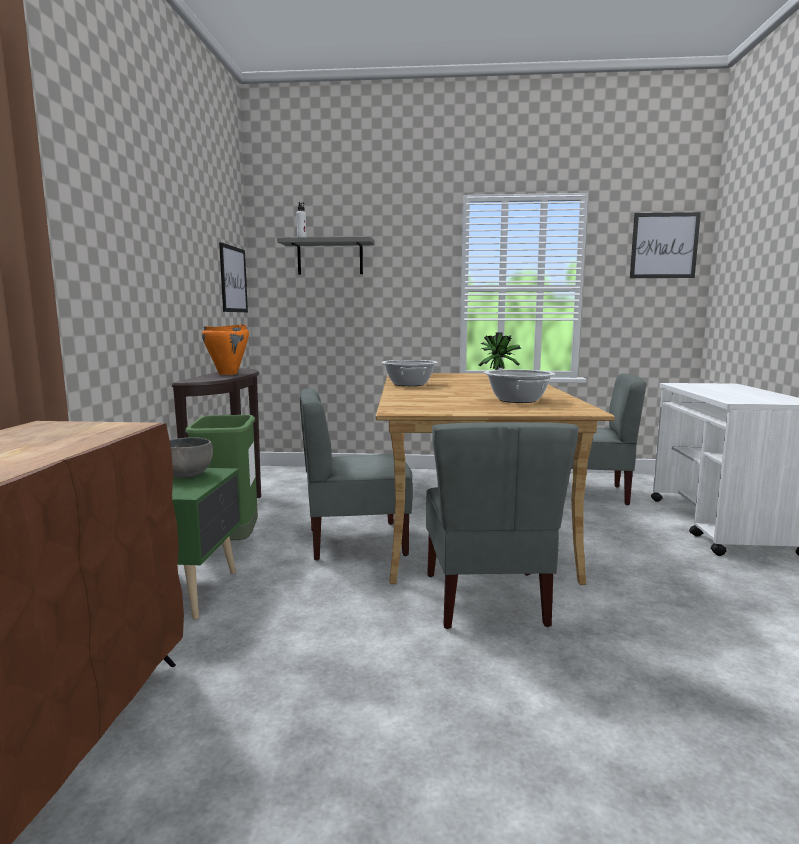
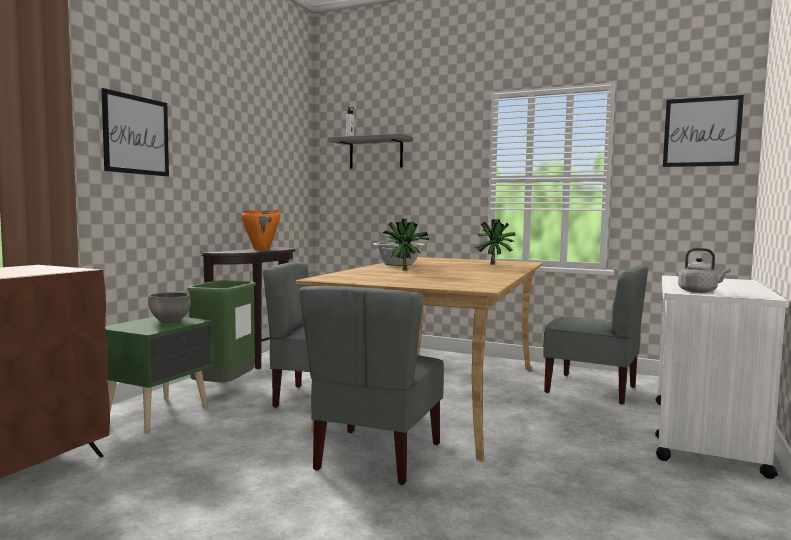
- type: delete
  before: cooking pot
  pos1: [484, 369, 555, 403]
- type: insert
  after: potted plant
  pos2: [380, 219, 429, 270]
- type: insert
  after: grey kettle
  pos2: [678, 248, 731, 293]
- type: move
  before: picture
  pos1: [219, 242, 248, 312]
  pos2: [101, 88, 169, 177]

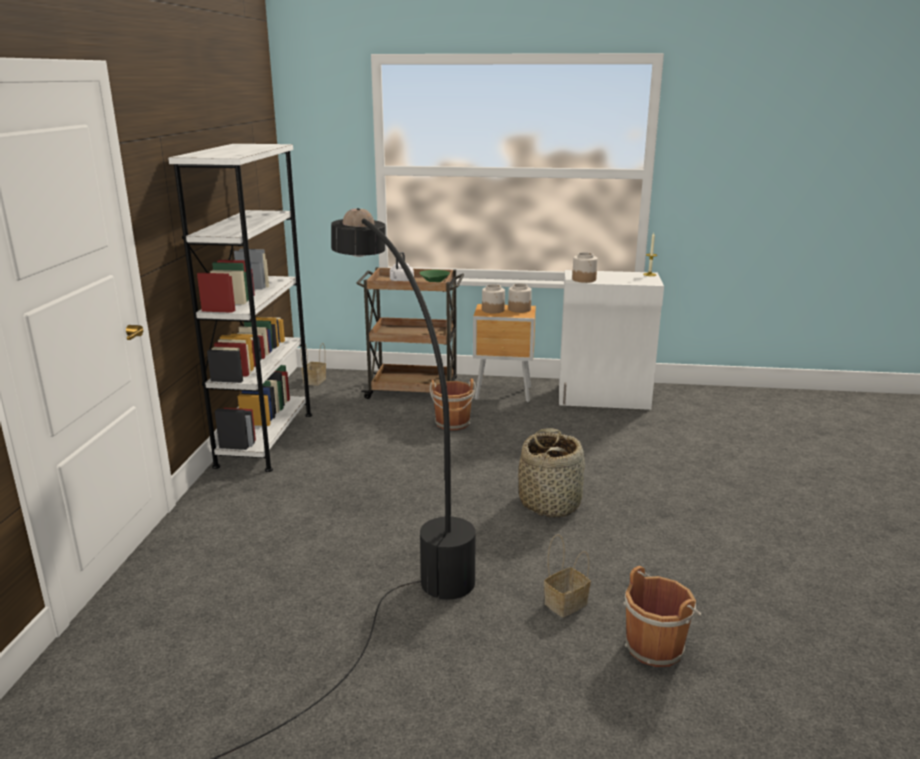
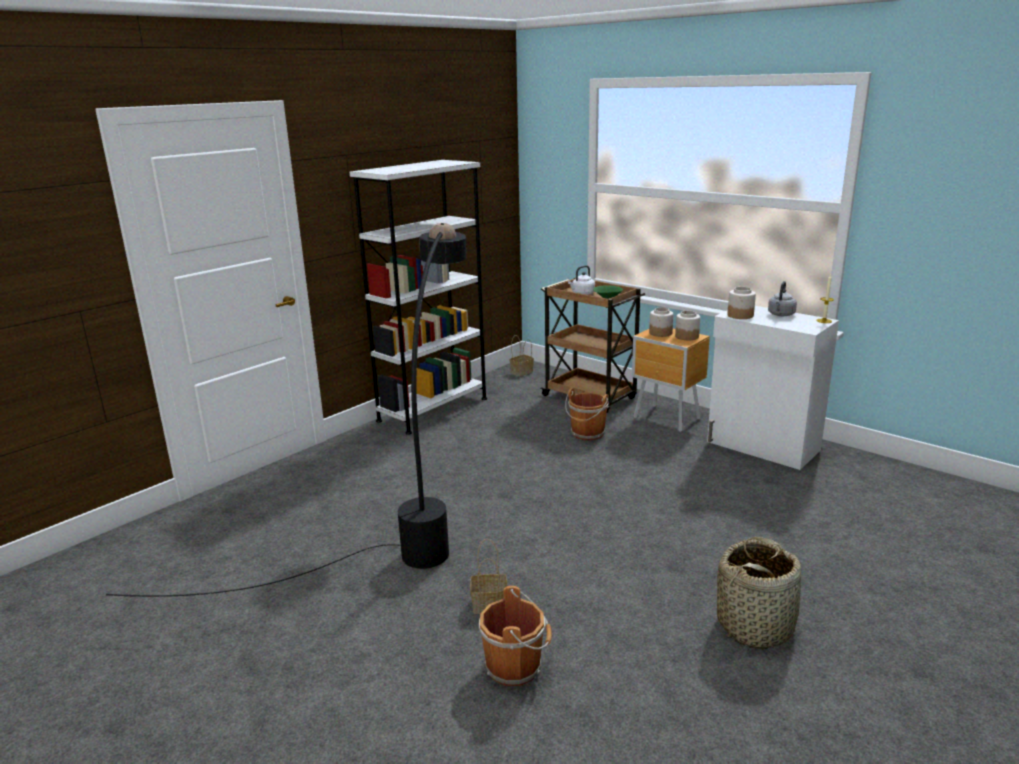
- type: insert
  after: grey kettle
  pos2: [768, 281, 797, 316]
- type: move
  before: basket
  pos1: [518, 428, 585, 518]
  pos2: [717, 537, 802, 649]

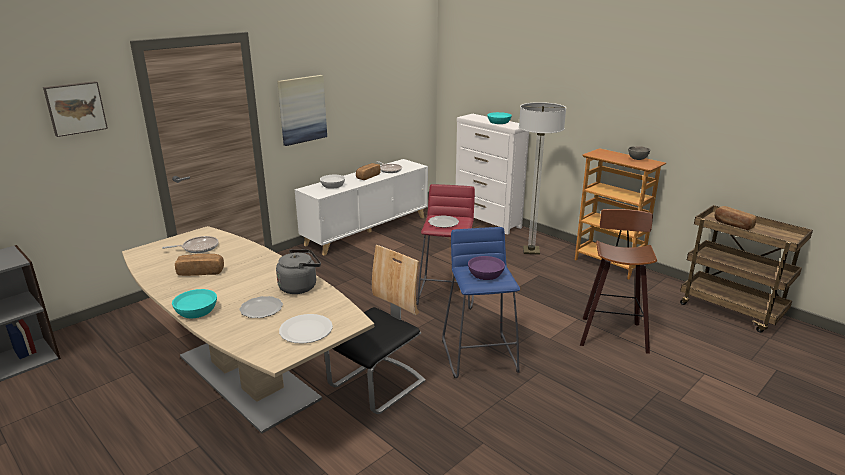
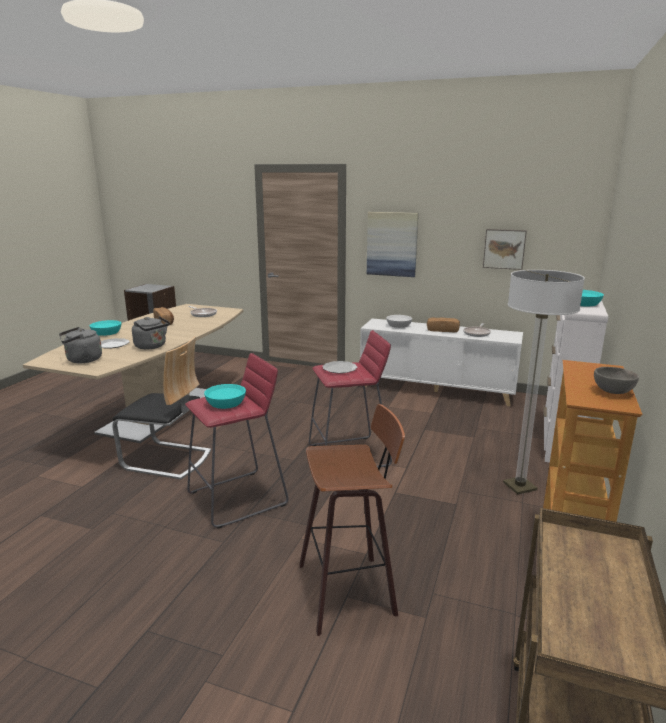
- type: delete
  before: bread
  pos1: [715, 206, 757, 230]
- type: move
  before: picture
  pos1: [43, 81, 108, 137]
  pos2: [483, 229, 527, 270]
- type: replace
  before: white plate
  after: grey kettle
  pos1: [279, 314, 333, 344]
  pos2: [59, 327, 102, 363]
- type: recolor
  before: blue stool
  after: red stool
  pos1: [442, 227, 520, 378]
  pos2: [185, 353, 289, 529]
- type: recolor
  before: purple bowl
  after: turquoise bowl
  pos1: [468, 256, 505, 280]
  pos2: [204, 384, 246, 409]

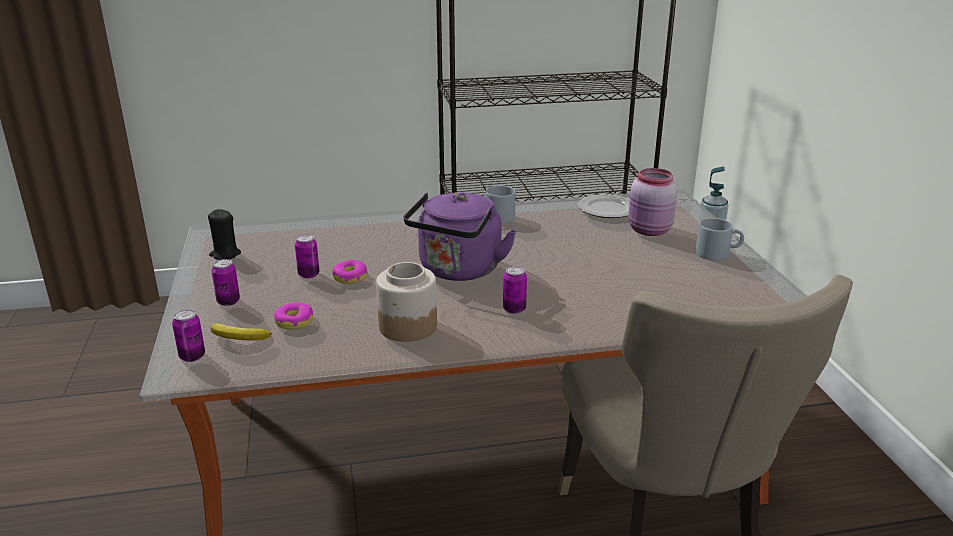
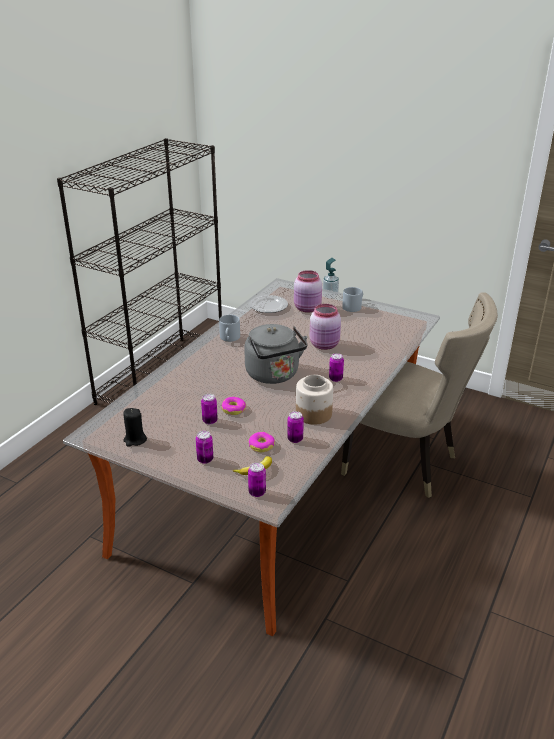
- type: insert
  after: can
  pos2: [287, 411, 304, 443]
- type: insert
  after: pink jar
  pos2: [310, 304, 341, 350]
- type: recolor
  before: purple kettle
  after: grey kettle
  pos1: [404, 192, 516, 281]
  pos2: [244, 324, 307, 384]

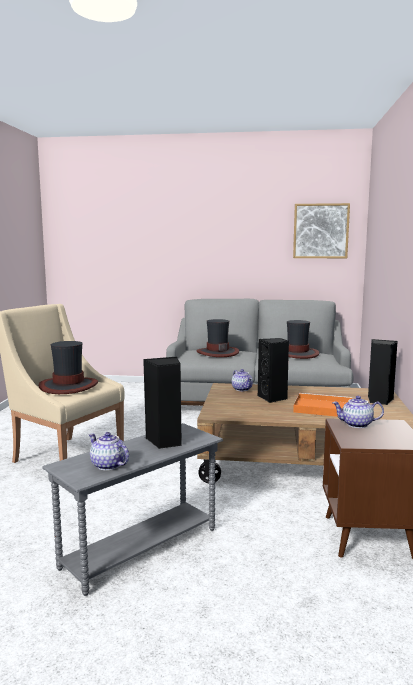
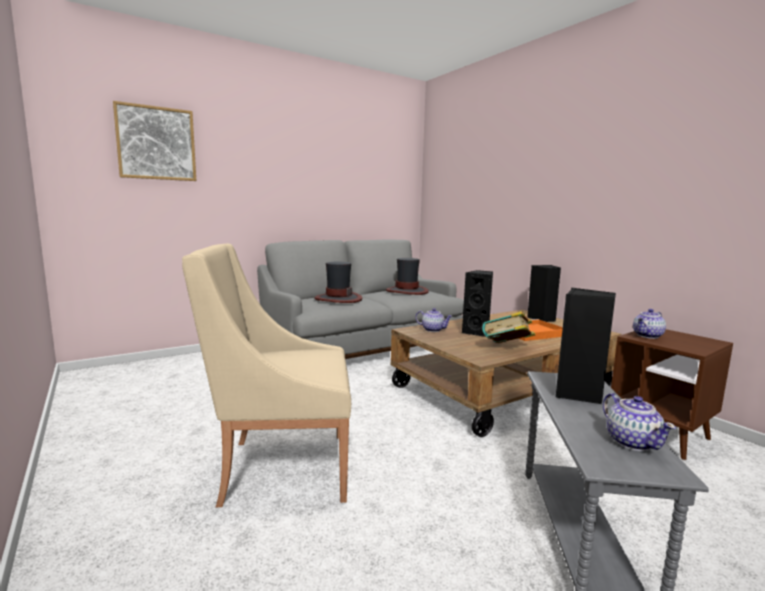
- type: delete
  before: hat
  pos1: [39, 341, 98, 394]
- type: insert
  after: book
  pos2: [482, 311, 535, 343]
- type: move
  before: picture
  pos1: [293, 203, 350, 258]
  pos2: [113, 101, 196, 181]
- type: rotate
  before: teapot
  pos1: [88, 432, 129, 470]
  pos2: [603, 393, 676, 451]
  turn: -105

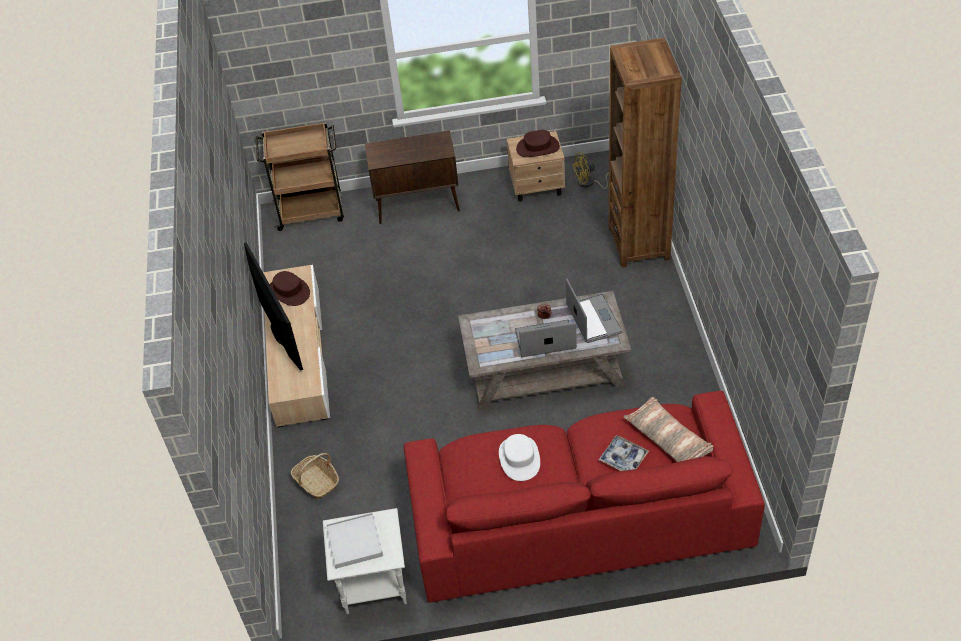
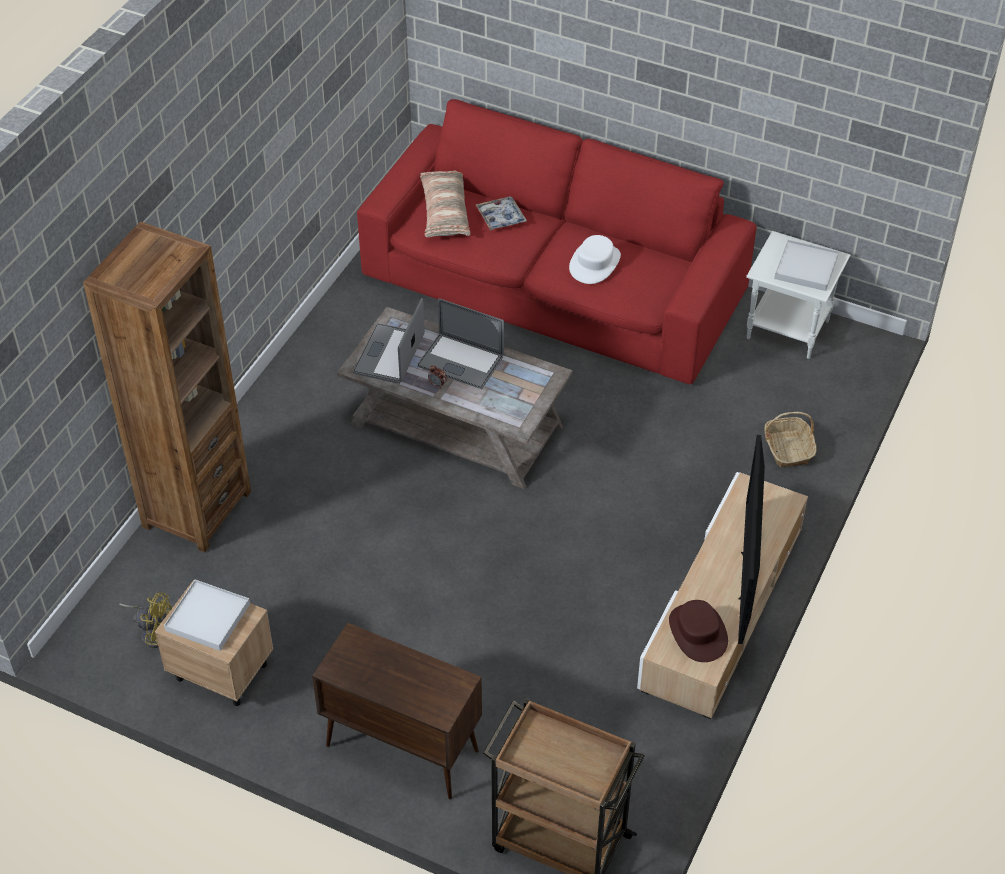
- type: replace
  before: brown hat
  after: white tray
  pos1: [516, 130, 560, 157]
  pos2: [164, 579, 250, 651]

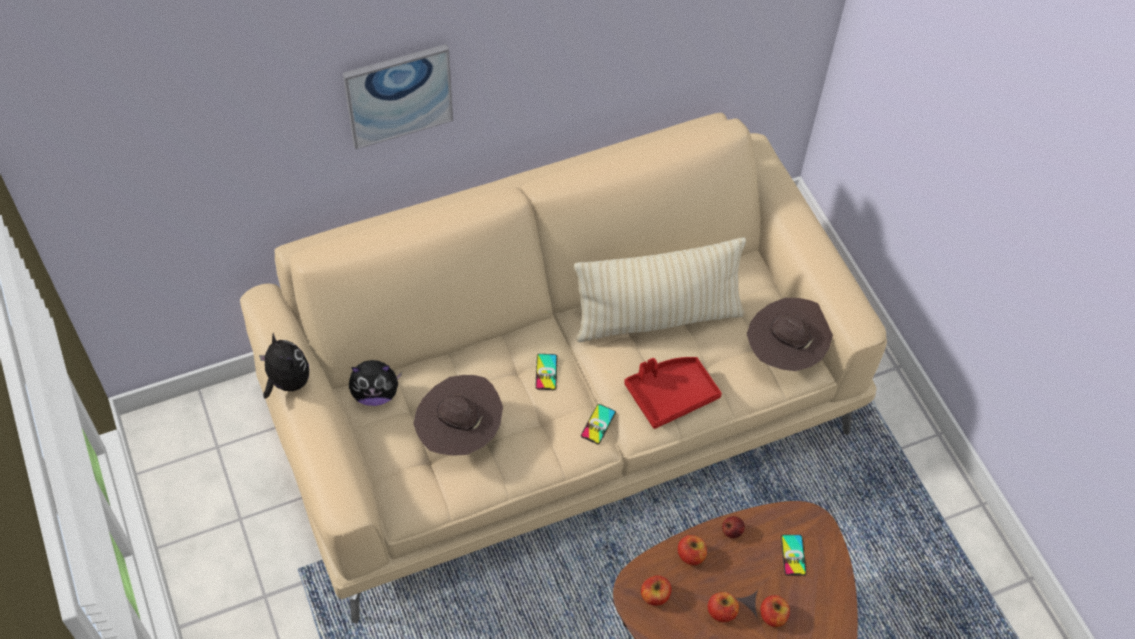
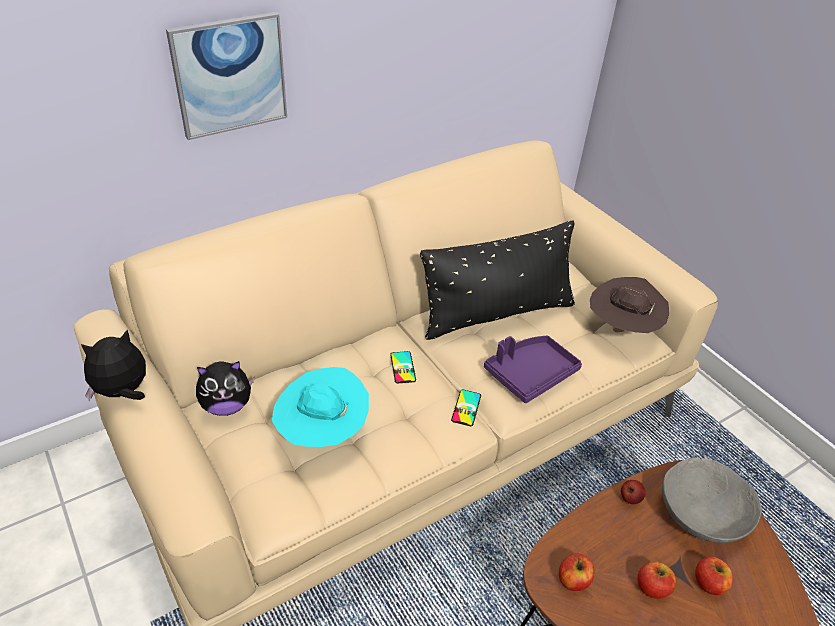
- type: delete
  before: apple
  pos1: [678, 535, 707, 565]
- type: replace
  before: phone
  after: grey bowl
  pos1: [781, 535, 807, 576]
  pos2: [662, 457, 762, 543]
- type: recolor
  before: brown hat
  after: turquoise hat
  pos1: [413, 375, 503, 456]
  pos2: [272, 367, 369, 447]
- type: recolor
  before: beige pillow
  after: black pillow
  pos1: [574, 237, 746, 342]
  pos2: [420, 220, 575, 340]
- type: recolor
  before: red tray
  after: purple tray
  pos1: [624, 357, 722, 429]
  pos2: [484, 336, 582, 403]
- type: rotate
  before: plush toy
  pos1: [259, 333, 309, 399]
  pos2: [81, 330, 146, 401]
  turn: -75

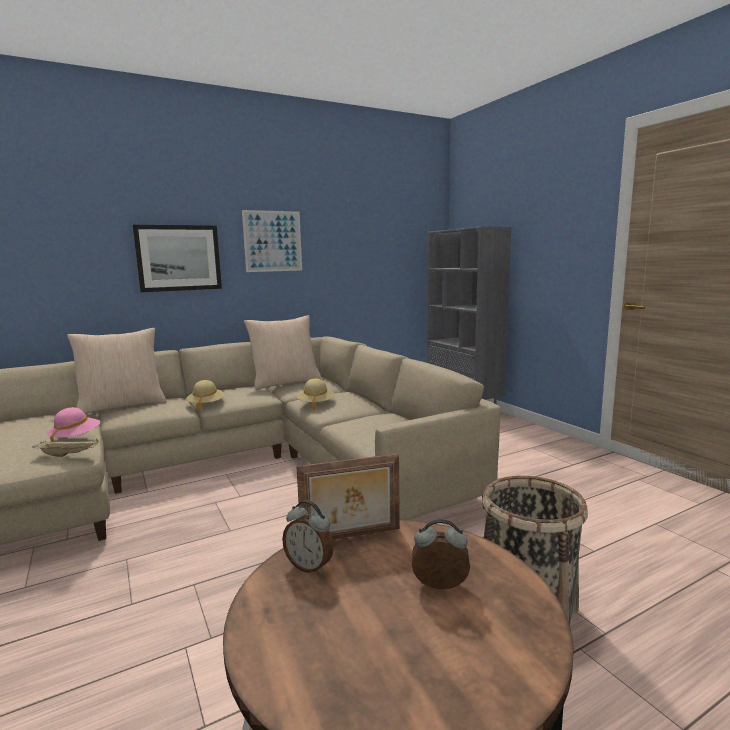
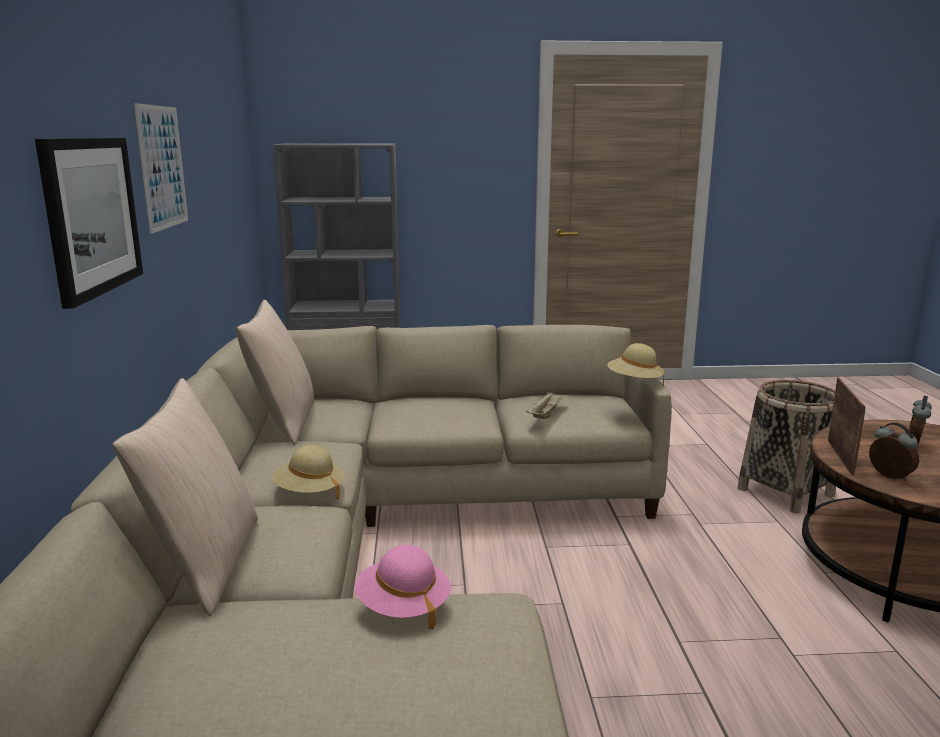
- type: move
  before: beige tray
  pos1: [33, 439, 99, 457]
  pos2: [526, 391, 568, 419]
- type: move
  before: beige hat
  pos1: [297, 379, 335, 410]
  pos2: [607, 343, 664, 386]
- type: rotate
  before: alarm clock
  pos1: [282, 500, 334, 574]
  pos2: [869, 422, 919, 481]
  turn: -90

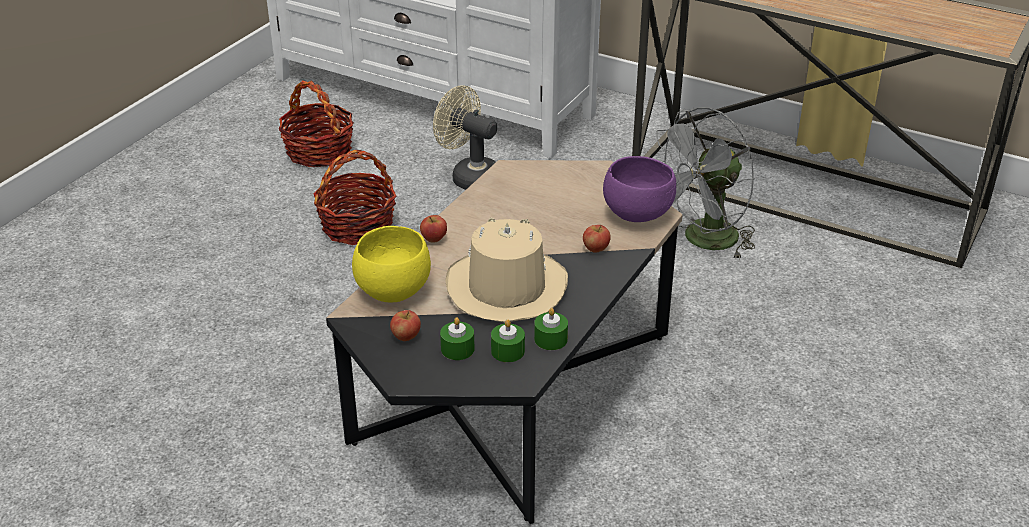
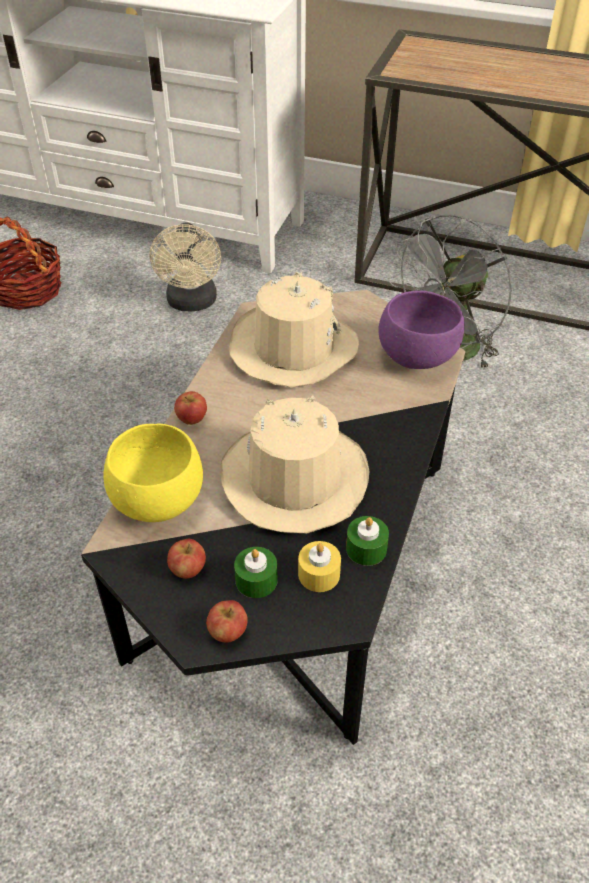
- type: delete
  before: basket
  pos1: [313, 150, 396, 245]
- type: insert
  after: beige hat
  pos2: [229, 272, 359, 388]
- type: move
  before: apple
  pos1: [583, 225, 611, 252]
  pos2: [206, 600, 248, 643]
- type: recolor
  before: green candle
  after: yellow candle
  pos1: [491, 319, 525, 362]
  pos2: [298, 541, 341, 592]
- type: rotate
  before: beige fan
  pos1: [433, 85, 497, 190]
  pos2: [150, 222, 221, 311]
  turn: -120

